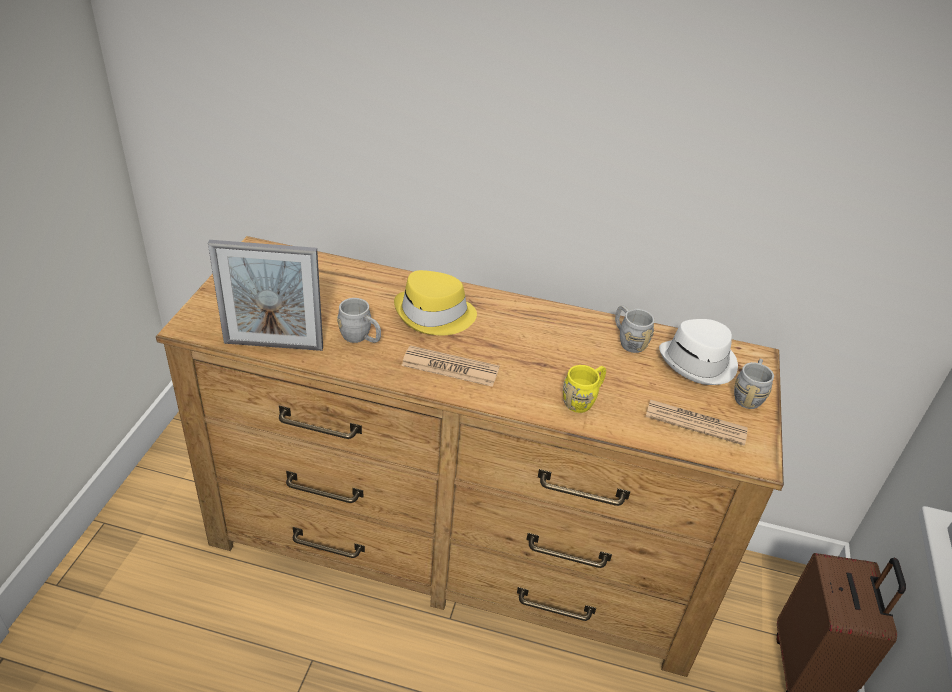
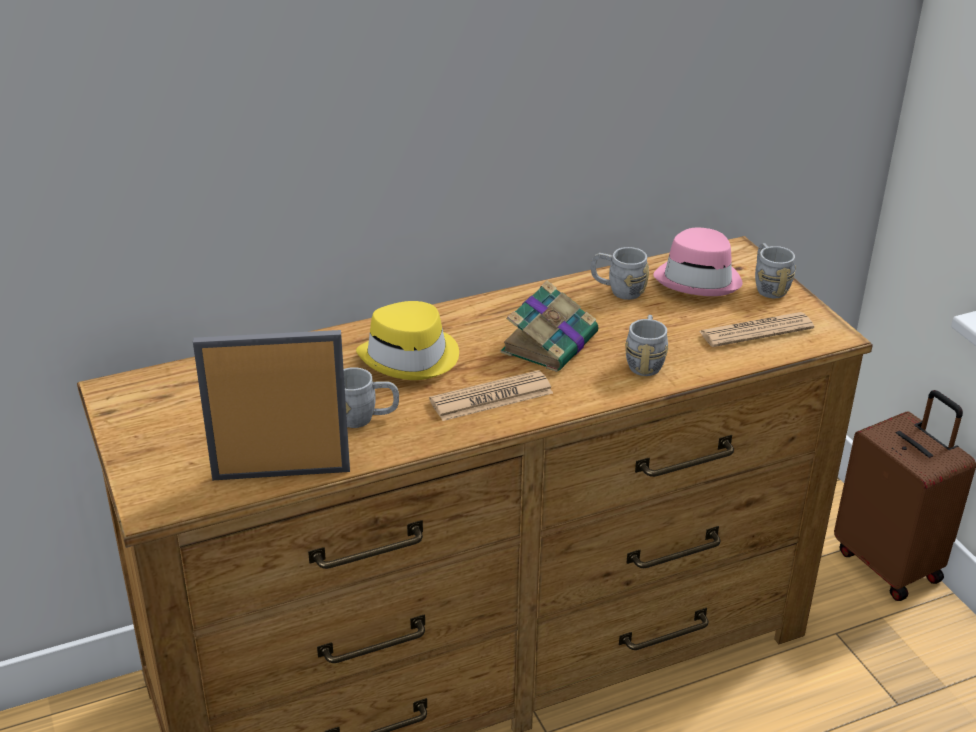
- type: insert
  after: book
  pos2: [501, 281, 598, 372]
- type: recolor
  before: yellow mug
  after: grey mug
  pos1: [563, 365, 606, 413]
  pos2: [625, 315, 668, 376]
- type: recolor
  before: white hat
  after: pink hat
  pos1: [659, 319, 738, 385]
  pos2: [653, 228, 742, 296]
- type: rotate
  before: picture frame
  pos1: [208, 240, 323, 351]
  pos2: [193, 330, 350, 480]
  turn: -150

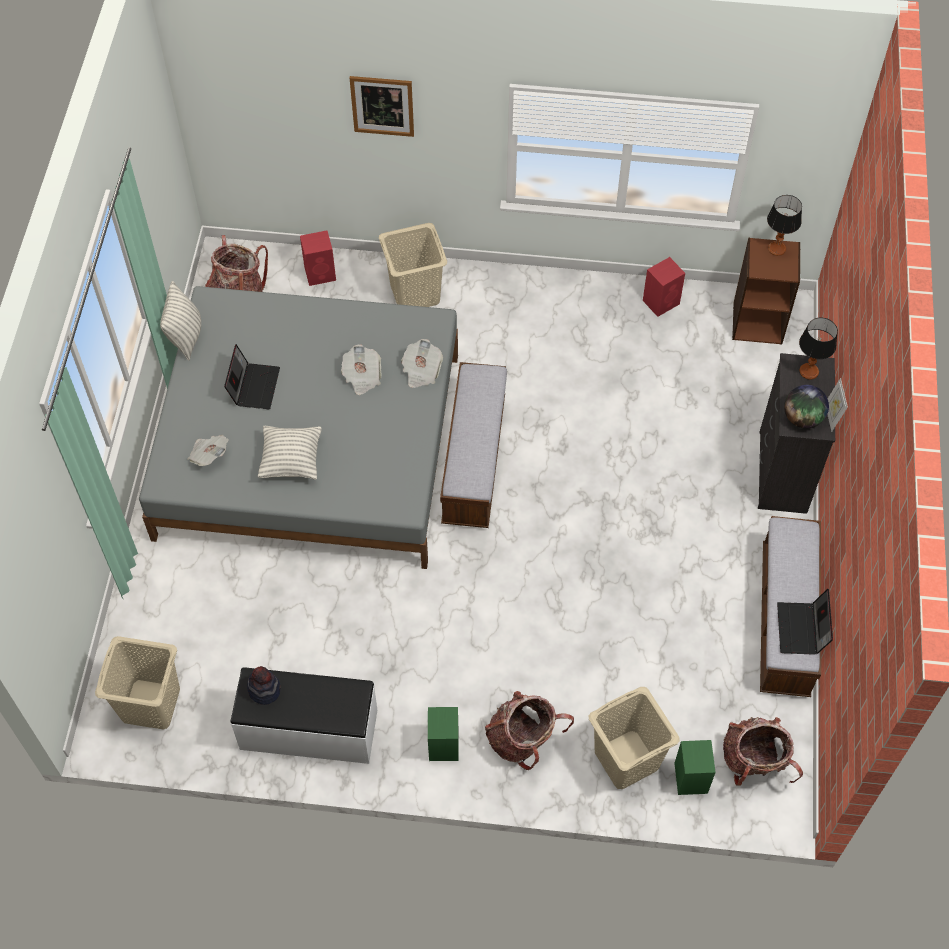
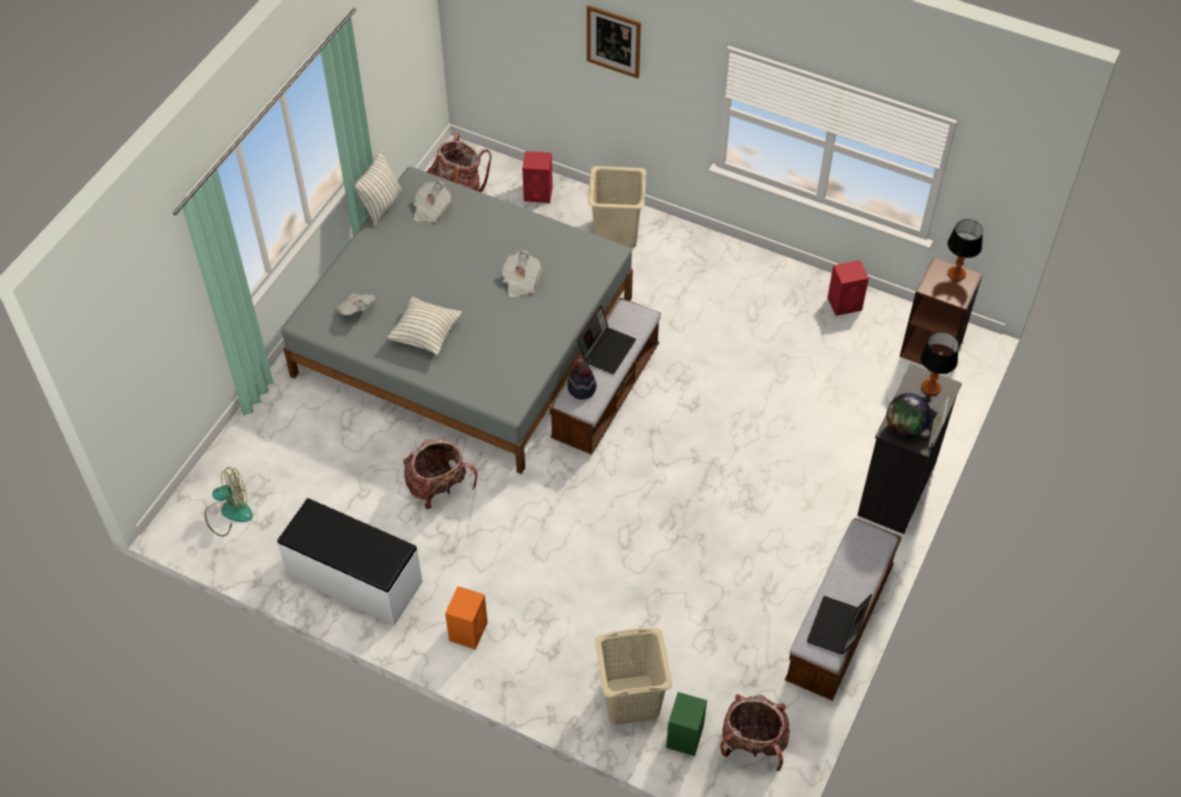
- type: move
  before: laptop
  pos1: [224, 344, 280, 409]
  pos2: [577, 305, 636, 374]
- type: move
  before: hat
  pos1: [247, 666, 281, 705]
  pos2: [568, 361, 597, 400]
- type: move
  before: newspaper
  pos1: [401, 339, 443, 388]
  pos2: [413, 181, 451, 223]
- type: move
  before: backpack
  pos1: [485, 691, 574, 770]
  pos2: [403, 439, 477, 509]
- type: replace
  before: beige laundry basket
  after: fan
  pos1: [95, 636, 180, 730]
  pos2: [205, 467, 253, 537]
- type: recolor
  before: green speaker
  after: orange speaker
  pos1: [428, 707, 459, 761]
  pos2: [445, 586, 488, 650]

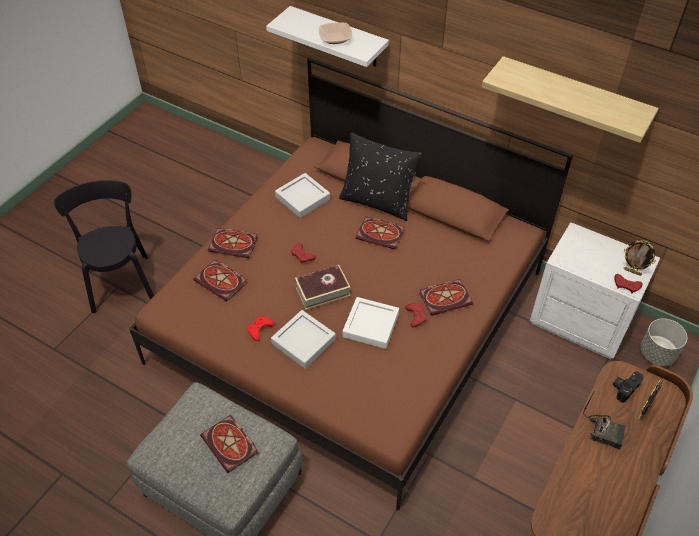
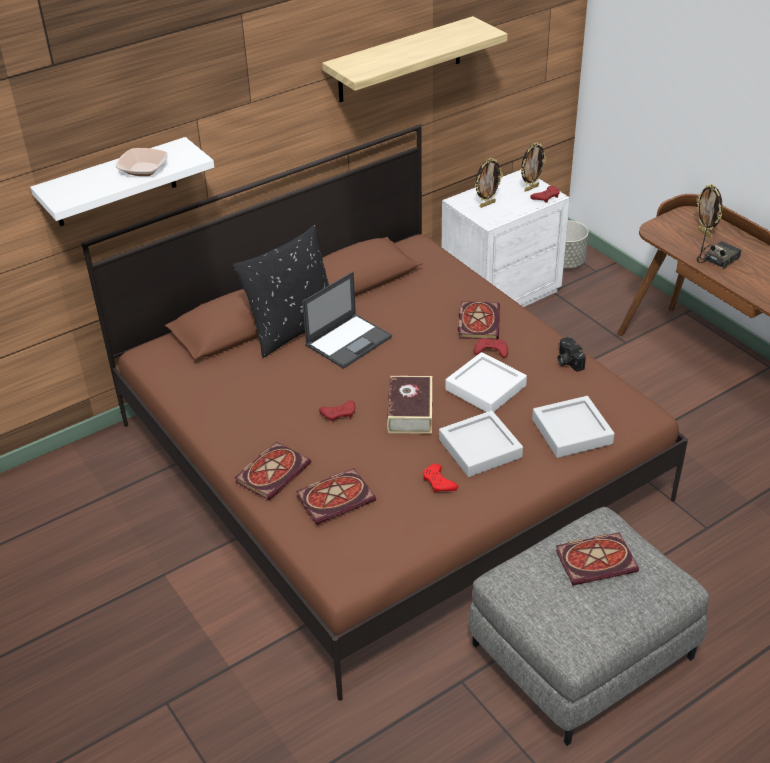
- type: delete
  before: black chair
  pos1: [54, 180, 154, 313]
- type: insert
  after: picture frame
  pos2: [475, 158, 503, 208]
- type: move
  before: grey tray
  pos1: [275, 173, 330, 218]
  pos2: [532, 396, 614, 458]
- type: move
  before: photo camera
  pos1: [613, 371, 643, 403]
  pos2: [558, 337, 586, 372]
- type: replace
  before: book
  after: laptop
  pos1: [356, 216, 405, 250]
  pos2: [302, 272, 392, 369]

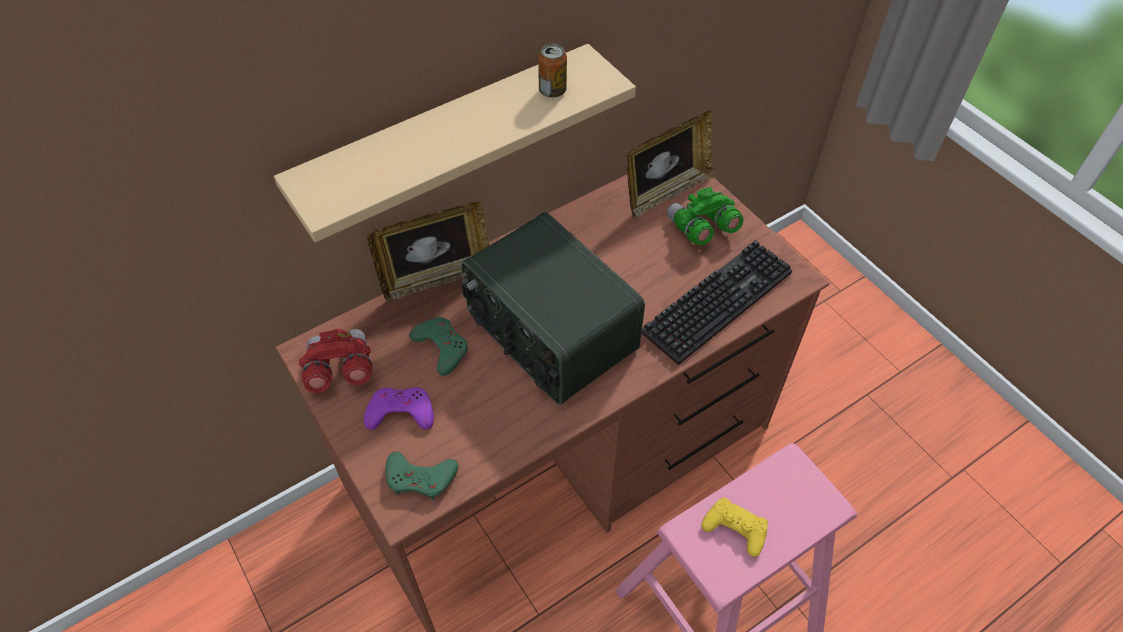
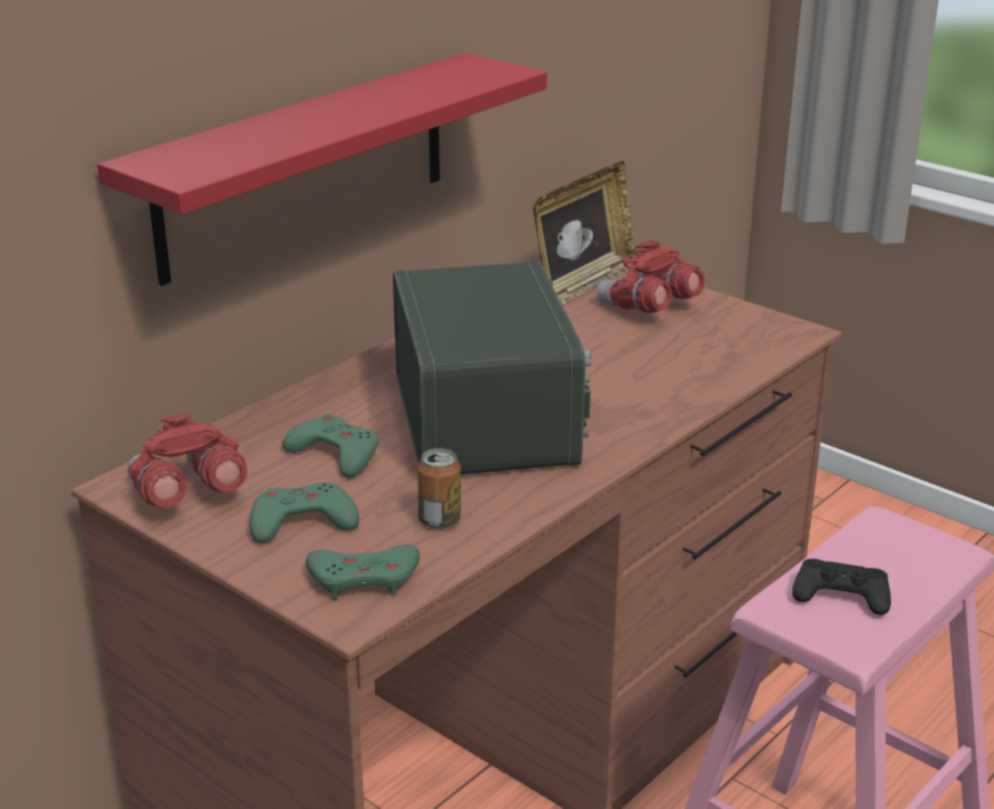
- type: delete
  before: picture frame
  pos1: [367, 202, 489, 301]
- type: delete
  before: keyboard
  pos1: [641, 240, 792, 365]
- type: move
  before: can
  pos1: [538, 43, 567, 98]
  pos2: [417, 448, 461, 529]
- type: recolor
  before: beige shelf
  after: red shelf
  pos1: [274, 44, 636, 242]
  pos2: [97, 53, 547, 286]
- type: recolor
  before: purple game controller
  after: green game controller
  pos1: [364, 387, 434, 430]
  pos2: [249, 482, 359, 543]
- type: recolor
  before: green binoculars
  after: red binoculars
  pos1: [667, 187, 743, 245]
  pos2: [597, 240, 705, 313]
- type: recolor
  before: yellow game controller
  after: black game controller
  pos1: [701, 497, 768, 557]
  pos2: [792, 558, 891, 615]
- type: rotate
  before: radio
  pos1: [461, 212, 645, 405]
  pos2: [393, 261, 591, 475]
  turn: -135

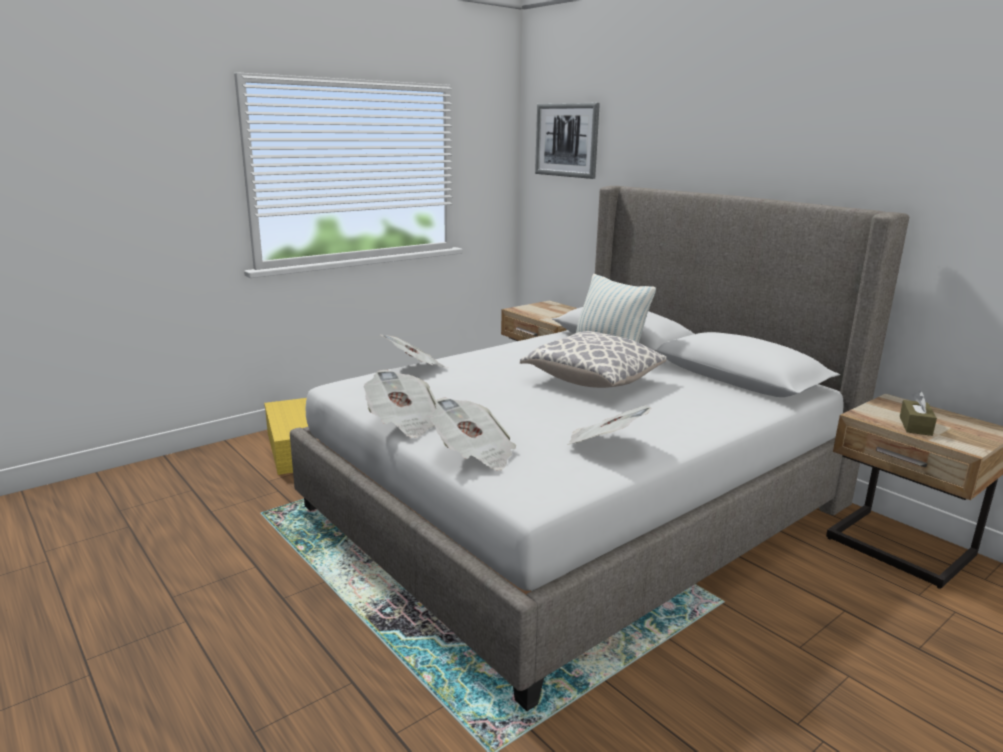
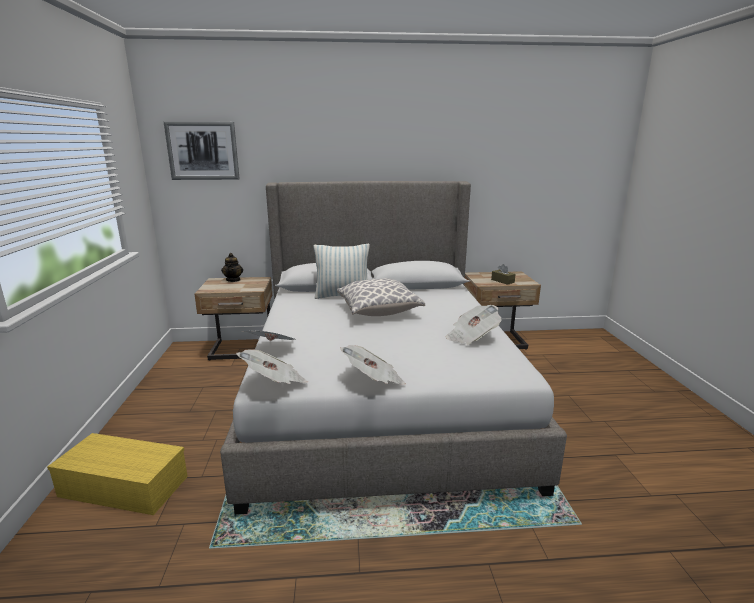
- type: insert
  after: teapot
  pos2: [221, 253, 243, 282]
- type: move
  before: newspaper
  pos1: [430, 397, 516, 471]
  pos2: [236, 349, 308, 384]

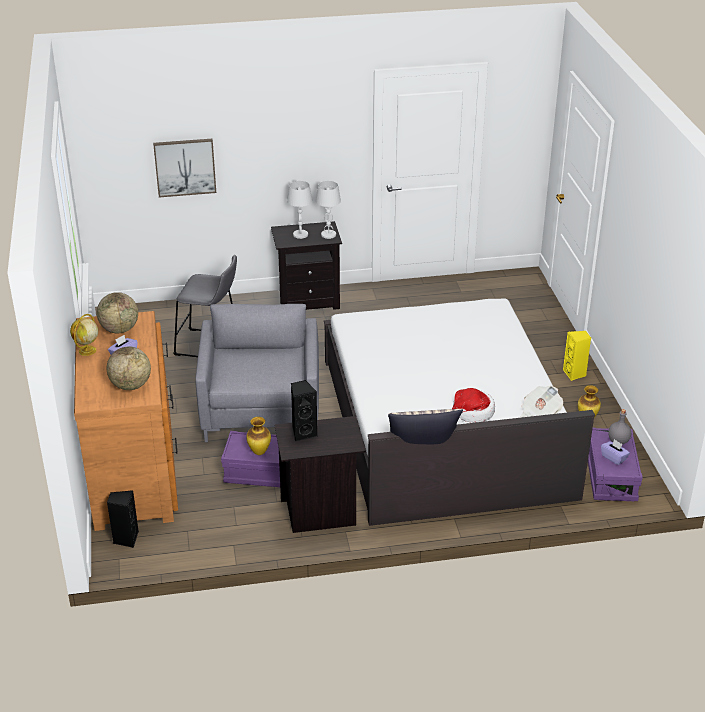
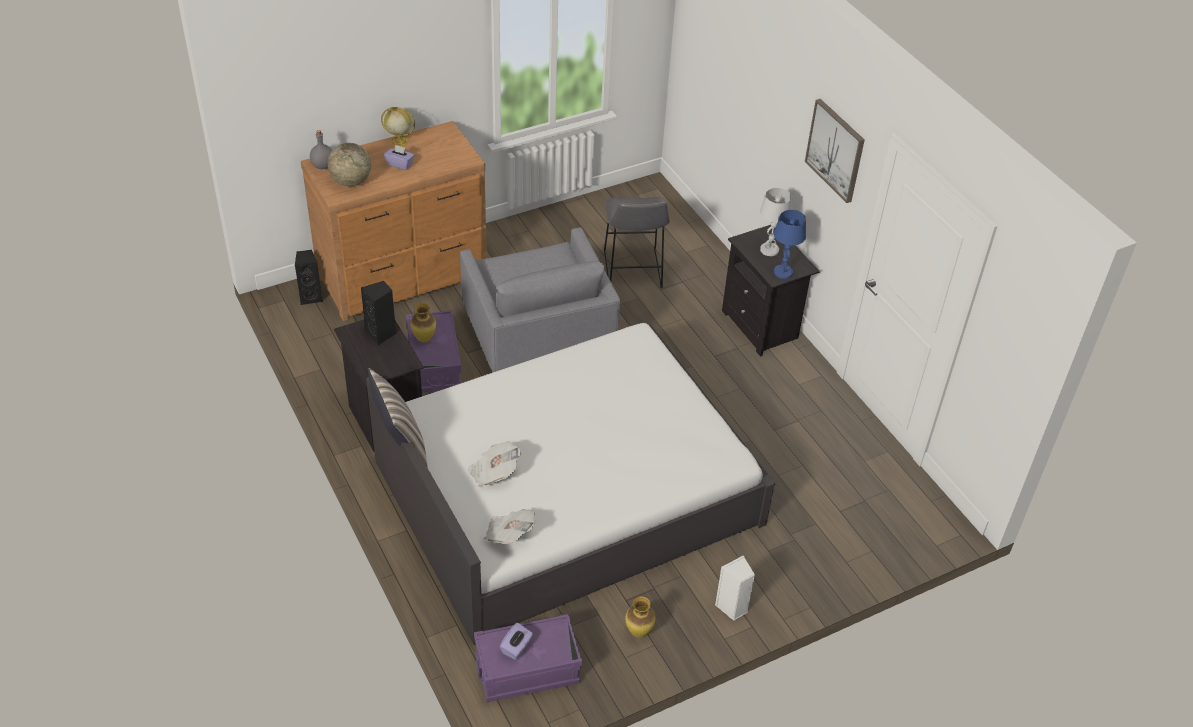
- type: delete
  before: globe
  pos1: [97, 292, 138, 333]
- type: move
  before: picture
  pos1: [153, 139, 216, 197]
  pos2: [805, 99, 865, 203]
- type: move
  before: grey bottle
  pos1: [608, 409, 631, 444]
  pos2: [310, 130, 332, 169]
- type: replace
  before: hat
  after: newspaper
  pos1: [452, 388, 495, 423]
  pos2: [468, 441, 521, 487]
- type: recolor
  before: white table lamp
  after: blue table lamp
  pos1: [316, 181, 341, 239]
  pos2: [774, 210, 806, 279]
- type: recolor
  before: yellow speaker
  after: white speaker
  pos1: [563, 331, 591, 381]
  pos2: [715, 555, 755, 621]
- type: rotate
  before: grey armchair
  pos1: [195, 304, 319, 442]
  pos2: [460, 228, 620, 372]
  turn: 90

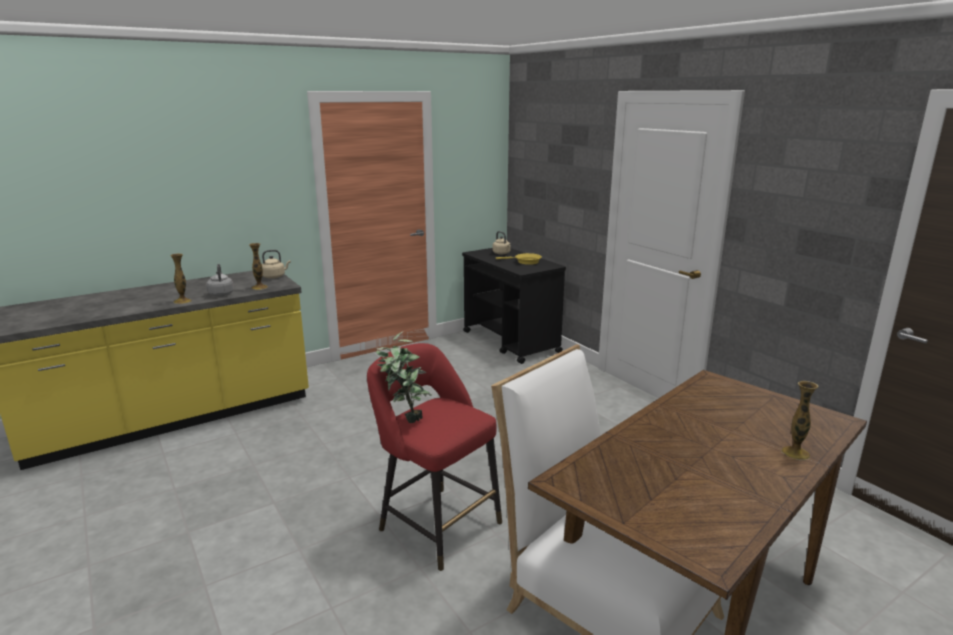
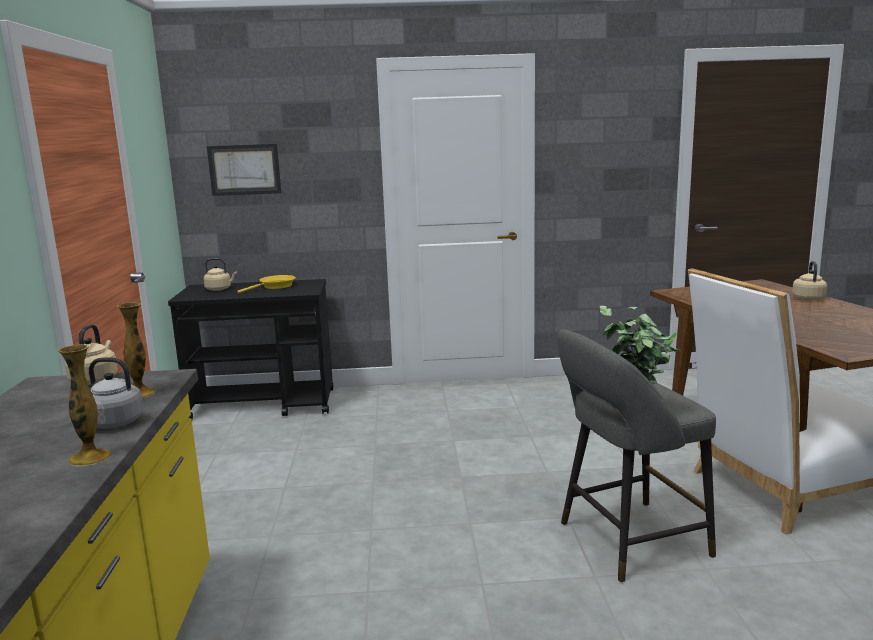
- type: insert
  after: picture
  pos2: [207, 144, 281, 196]
- type: replace
  before: vase
  after: beige kettle
  pos1: [781, 381, 819, 460]
  pos2: [792, 261, 827, 301]
- type: recolor
  before: red stool
  after: grey stool
  pos1: [367, 343, 502, 571]
  pos2: [557, 329, 716, 582]

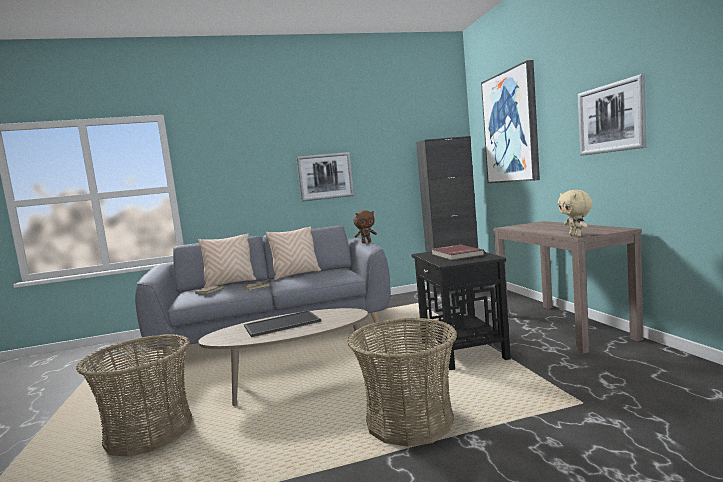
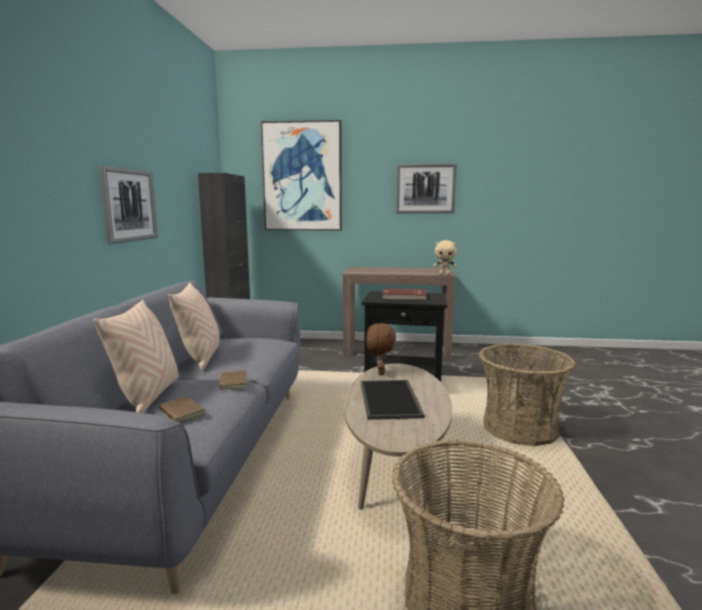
- type: move
  before: brown plush toy
  pos1: [353, 210, 377, 243]
  pos2: [367, 323, 396, 375]

